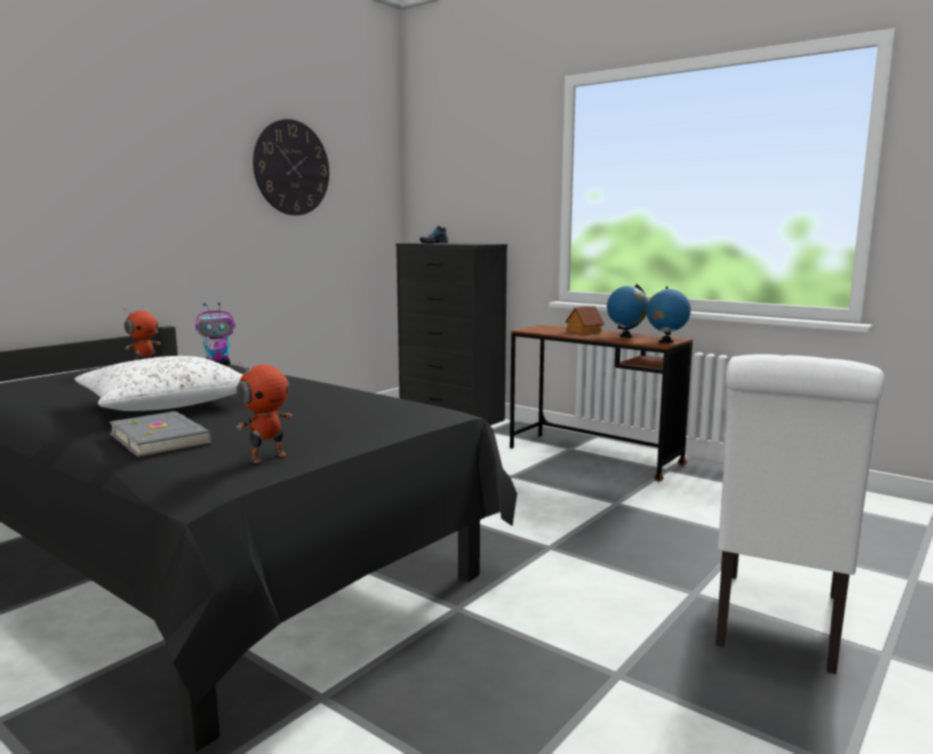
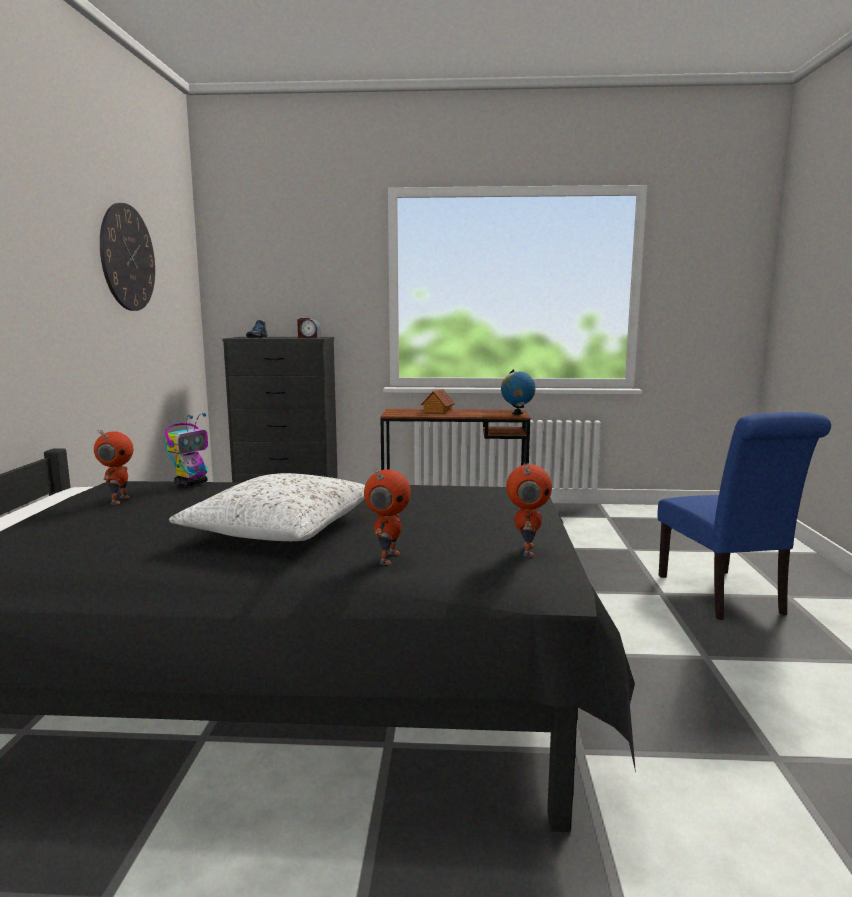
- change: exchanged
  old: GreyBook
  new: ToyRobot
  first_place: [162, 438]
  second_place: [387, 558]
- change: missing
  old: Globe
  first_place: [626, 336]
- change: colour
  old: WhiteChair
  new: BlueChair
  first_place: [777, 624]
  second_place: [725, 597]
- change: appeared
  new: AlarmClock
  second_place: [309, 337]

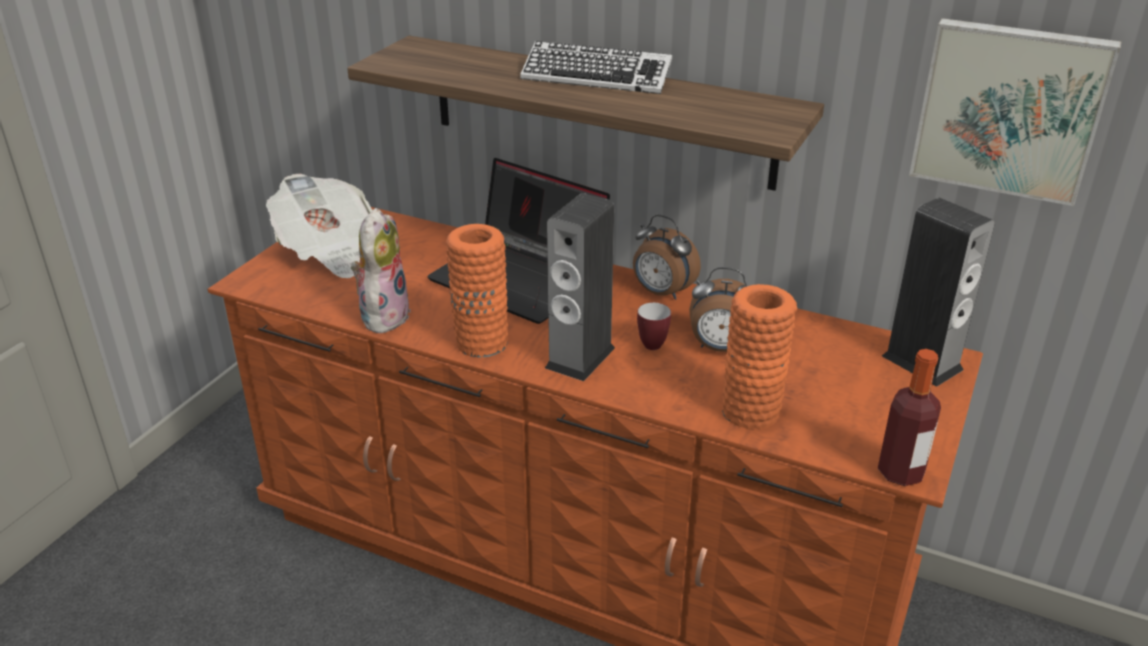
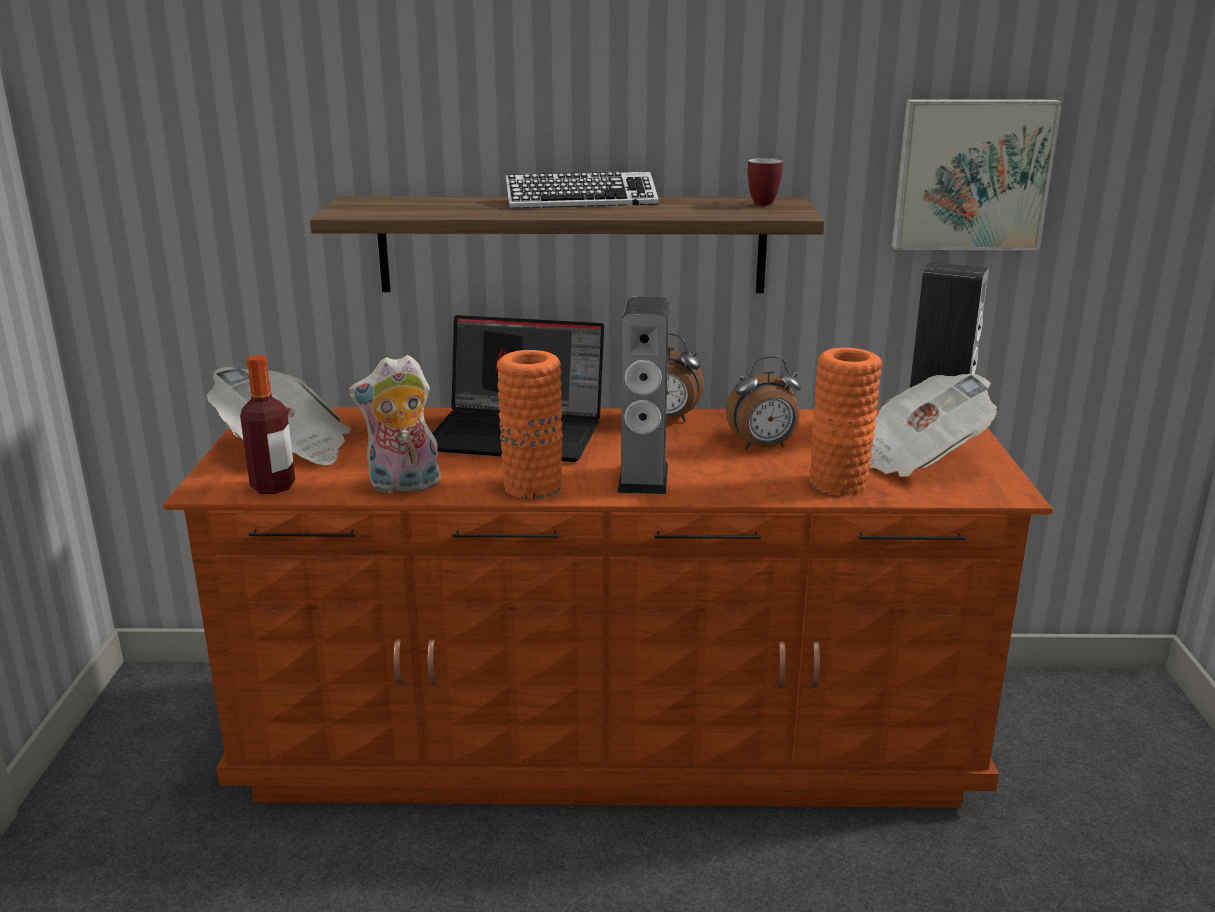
- change: spun
  old: PlushToy
  first_place: [383, 315]
  second_place: [403, 486]
  degrees: -90
- change: relocated
  old: Mug
  first_place: [652, 342]
  second_place: [760, 203]
- change: relocated
  old: Bottle
  first_place: [900, 472]
  second_place: [273, 486]
- change: appeared
  new: Newspaper
  second_place: [914, 458]

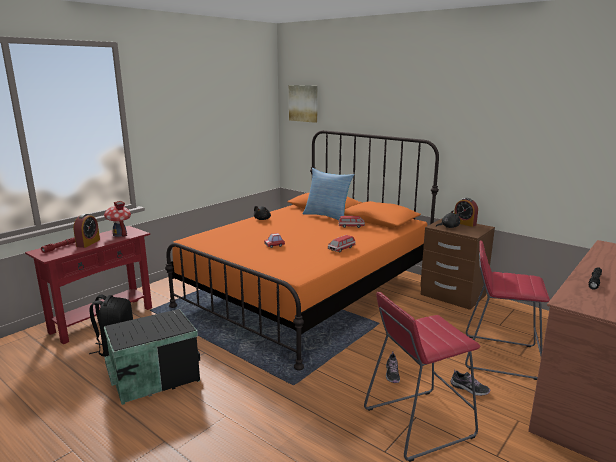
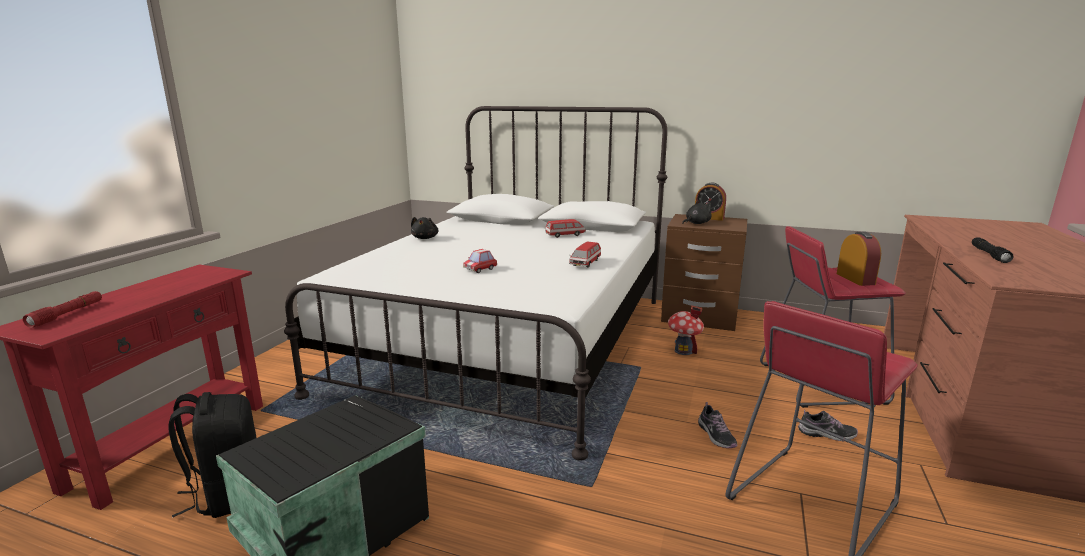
- change: relocated
  old: AlarmClock
  first_place: [88, 243]
  second_place: [855, 279]
- change: relocated
  old: ToyHouse
  first_place: [120, 234]
  second_place: [683, 351]
- change: colour
  old: OrangeBed
  new: WhiteBed
  first_place: [308, 292]
  second_place: [510, 341]
- change: missing
  old: Picture
  first_place: [303, 103]
- change: missing
  old: Pillow
  first_place: [327, 216]

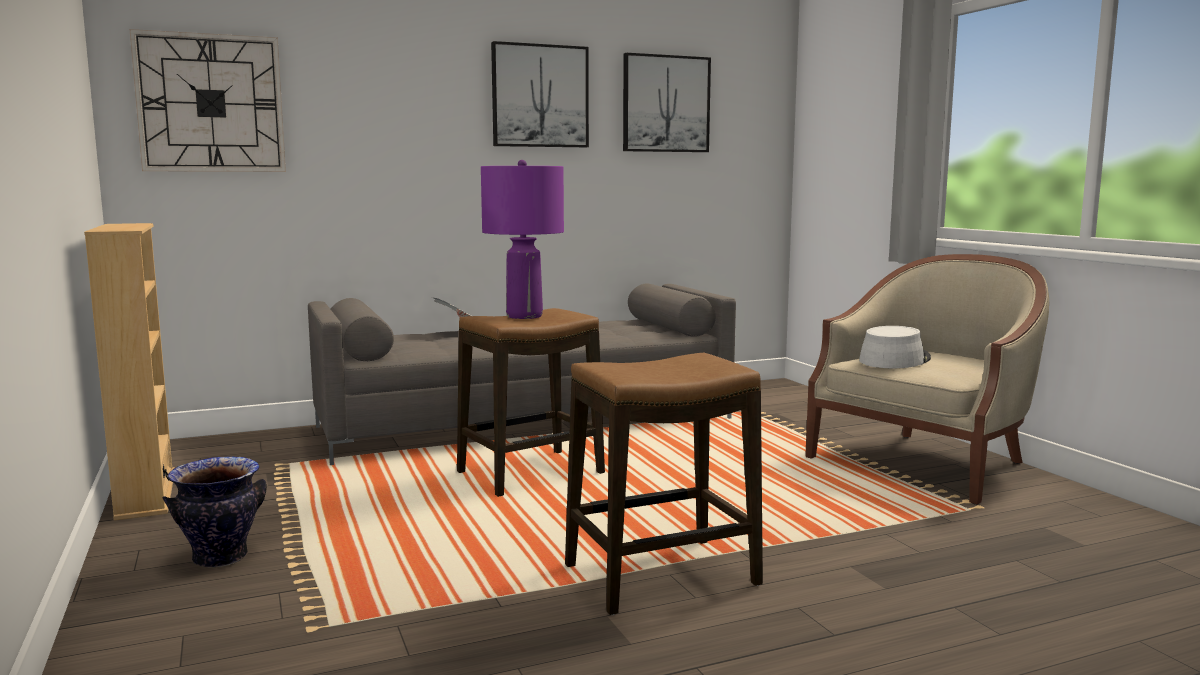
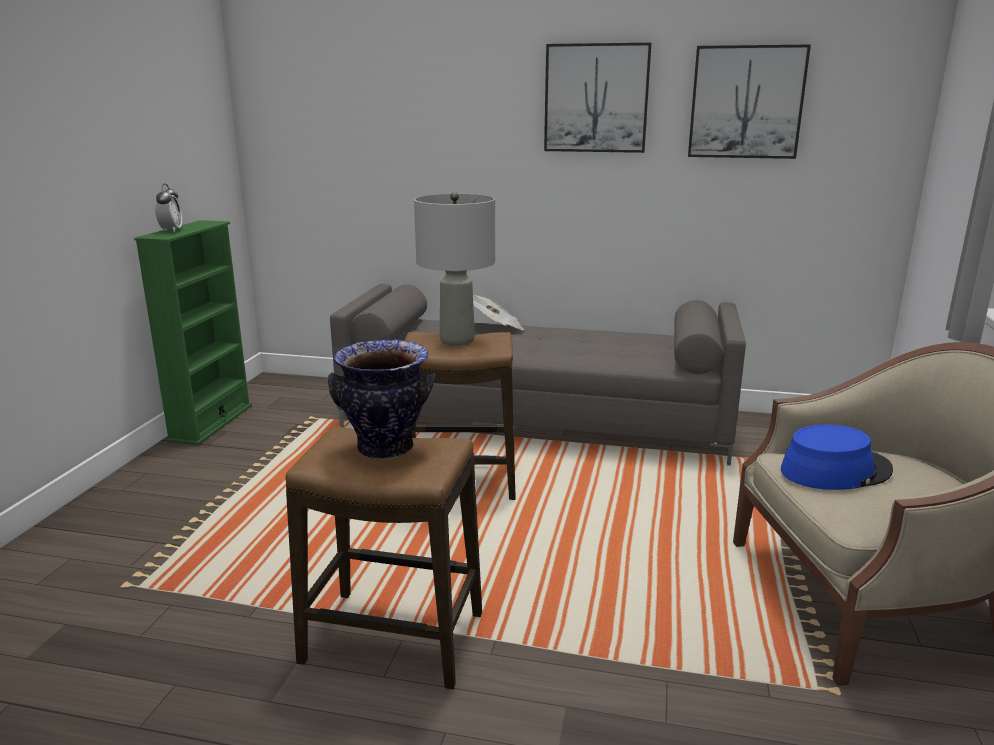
- change: colour
  old: BeigeBookcase
  new: GreenBookcase
  first_place: [146, 494]
  second_place: [211, 423]
- change: missing
  old: WallClock
  first_place: [211, 103]
- change: relocated
  old: Vase
  first_place: [220, 558]
  second_place: [385, 449]
- change: colour
  old: PurpleTableLamp
  new: GreyTableLamp
  first_place: [525, 316]
  second_place: [458, 340]
- change: colour
  old: GreyHat
  new: BlueHat
  first_place: [894, 360]
  second_place: [835, 470]
- change: appeared
  new: AlarmClock
  second_place: [171, 230]

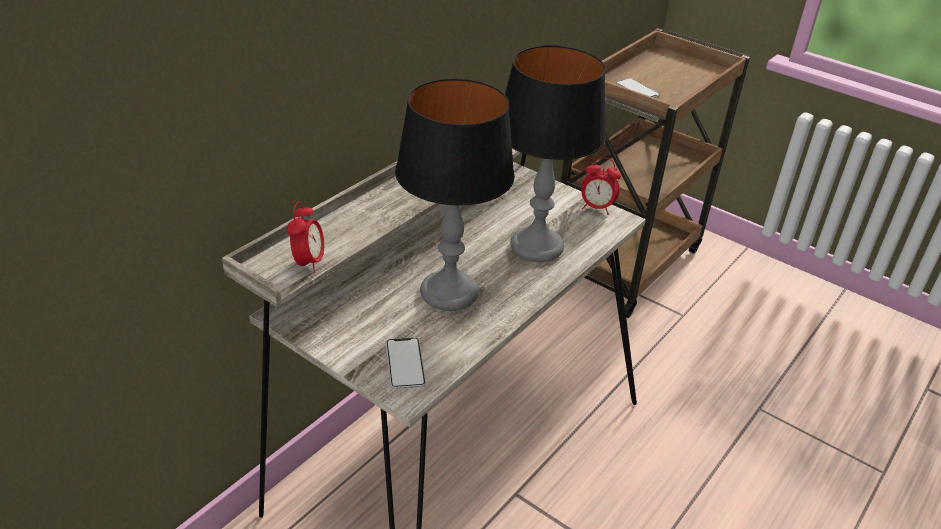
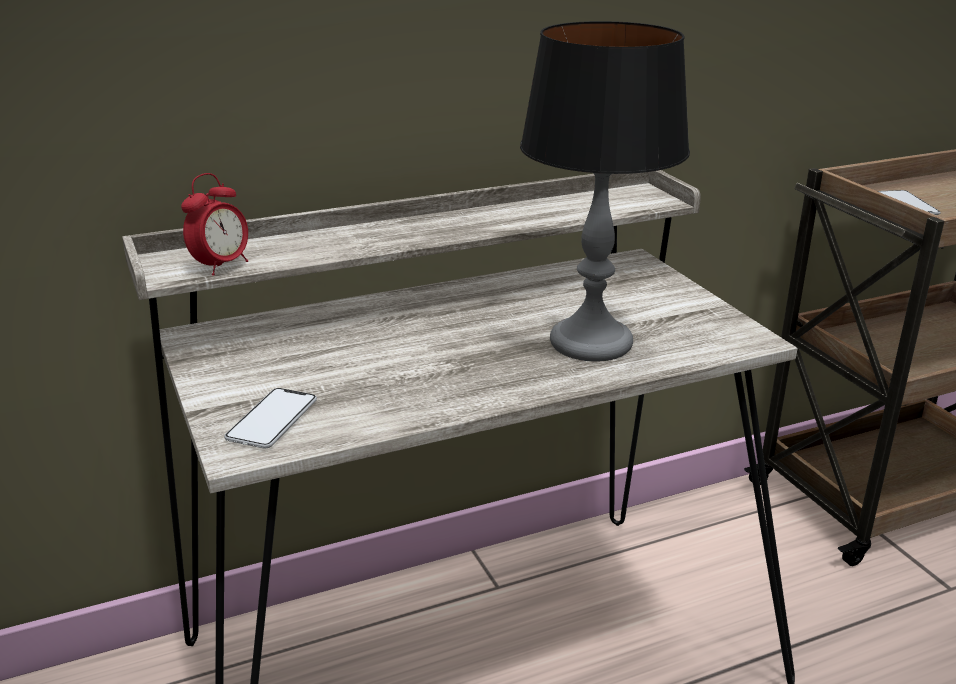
- change: missing
  old: TableLamp
  first_place: [449, 292]
- change: missing
  old: AlarmClock
  first_place: [596, 208]

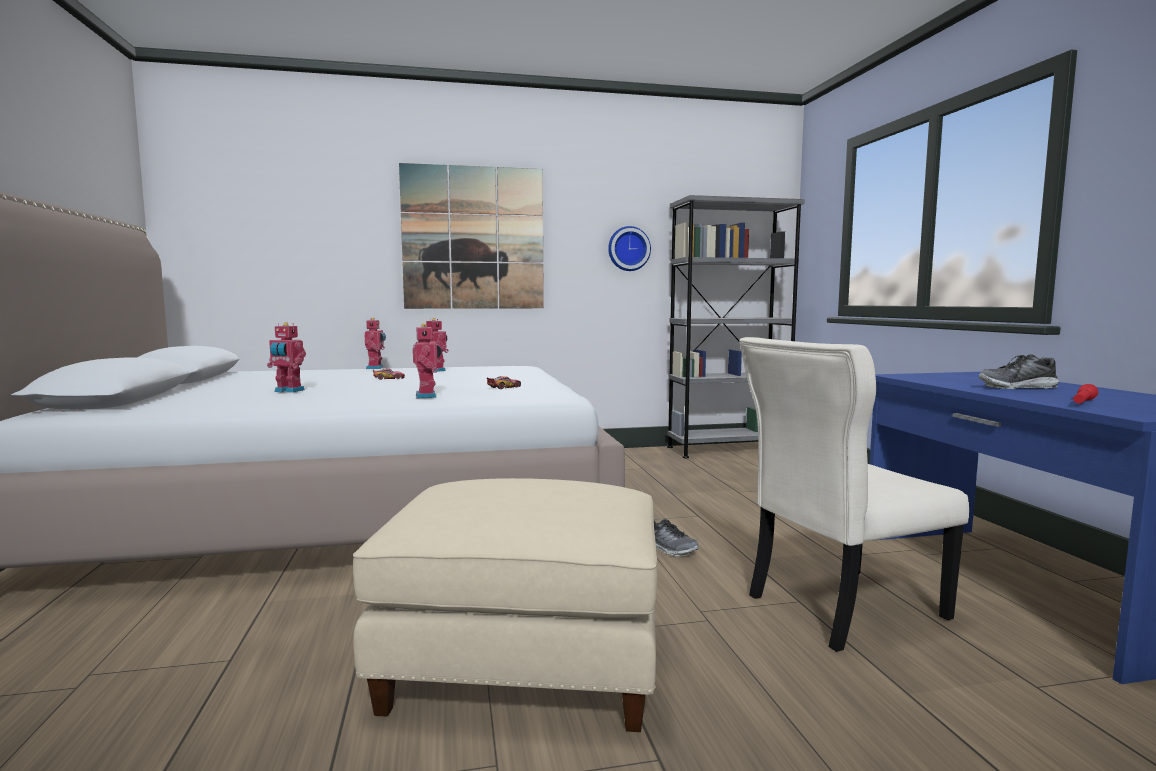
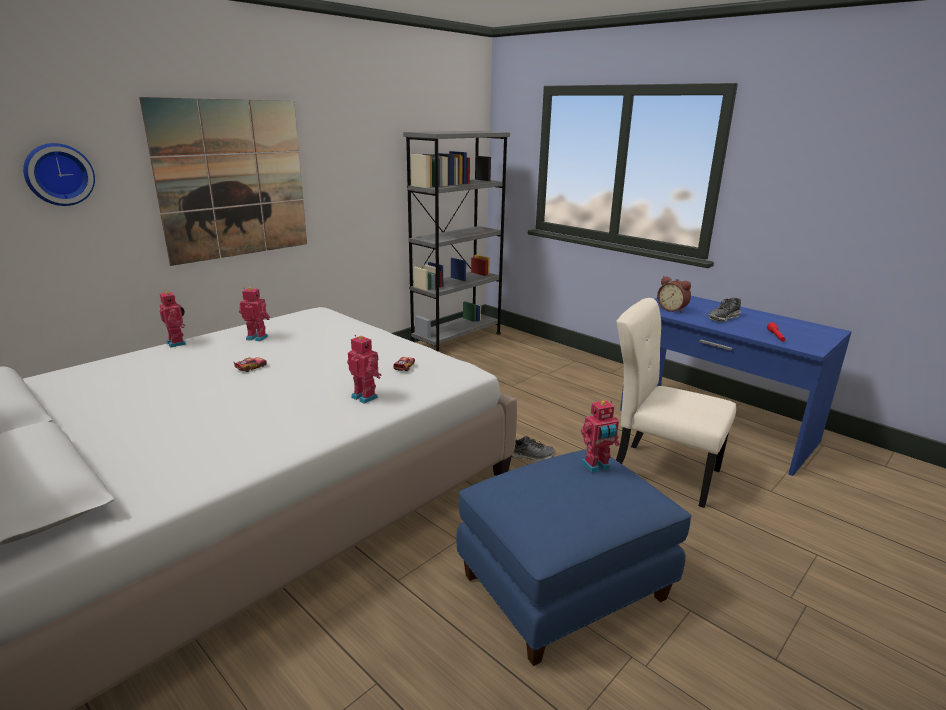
- change: relocated
  old: ToyRobot
  first_place: [288, 391]
  second_place: [597, 466]
- change: colour
  old: BeigeOttoman
  new: BlueOttoman
  first_place: [524, 664]
  second_place: [563, 585]
- change: relocated
  old: WallClock
  first_place: [628, 249]
  second_place: [58, 174]
- change: spun
  old: BeigeChair
  first_place: [839, 608]
  second_place: [660, 472]
  degrees: 90
- change: appeared
  new: AlarmClock
  second_place: [672, 309]

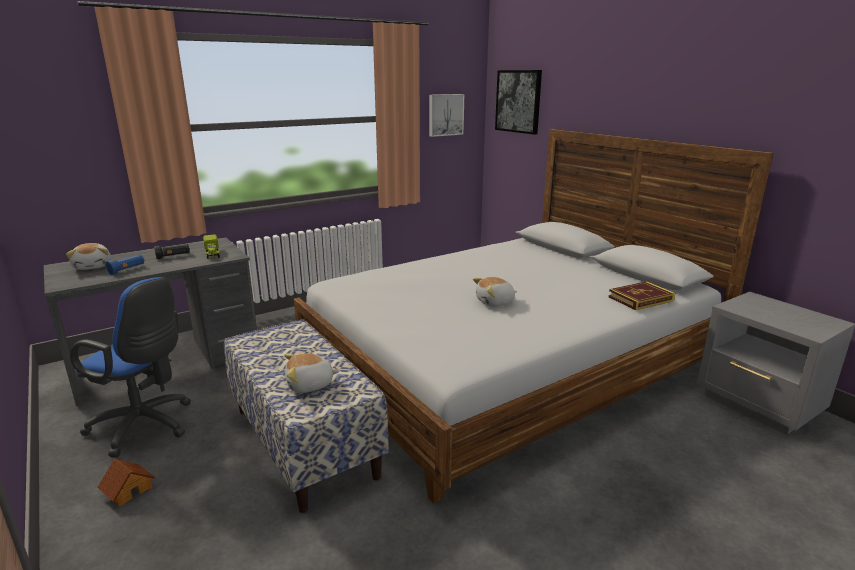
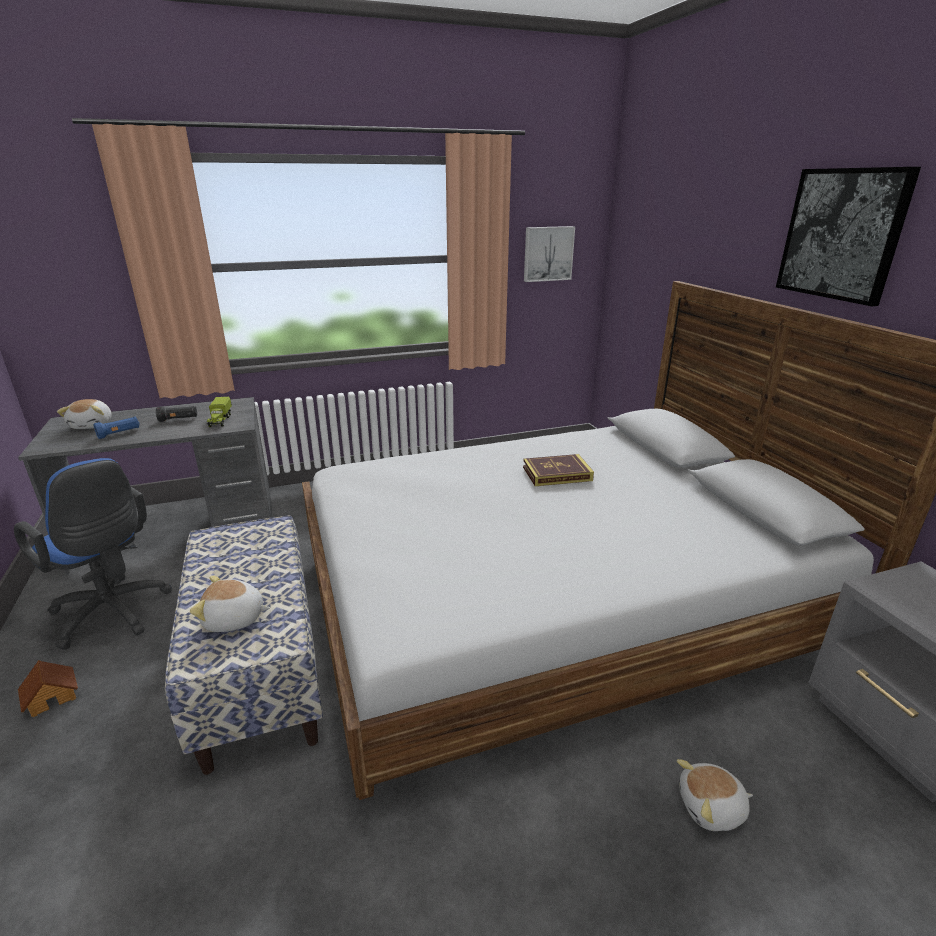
- change: relocated
  old: PlushToy
  first_place: [495, 302]
  second_place: [711, 808]
- change: relocated
  old: Picture
  first_place: [518, 101]
  second_place: [842, 234]
- change: relocated
  old: Book
  first_place: [640, 299]
  second_place: [557, 474]

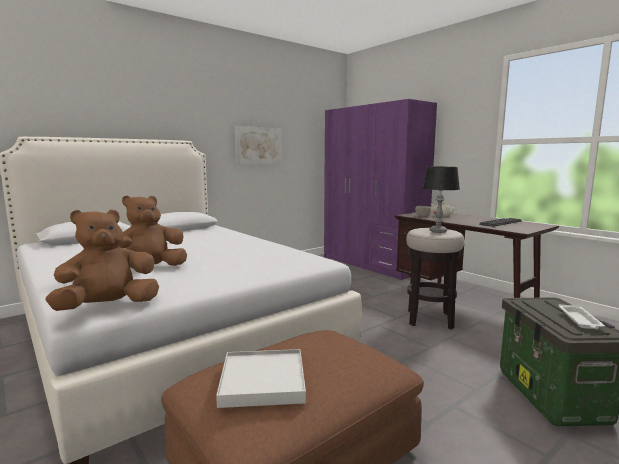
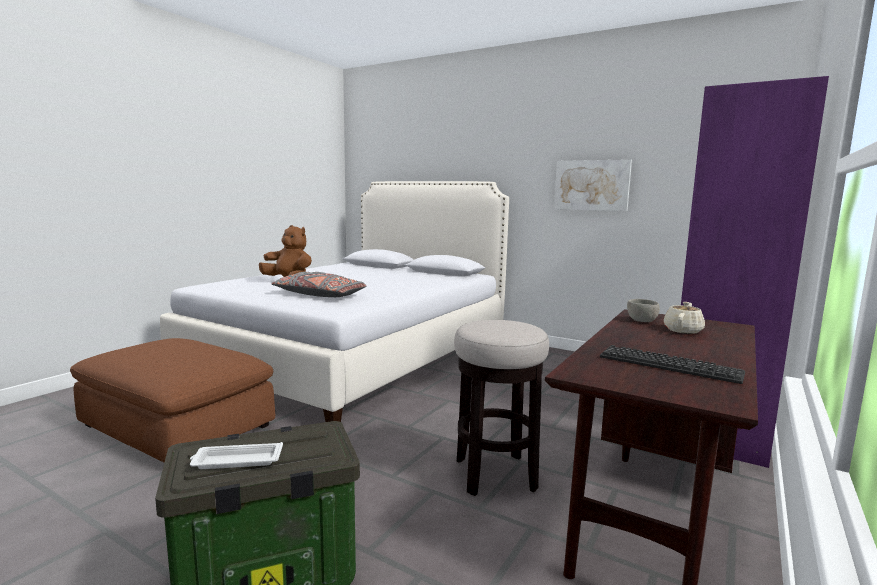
- change: missing
  old: BrownPlushToy
  first_place: [108, 307]
- change: missing
  old: WhiteTray
  first_place: [262, 381]
- change: missing
  old: TableLamp
  first_place: [438, 231]
- change: appeared
  new: GreyPillow
  second_place: [319, 295]

